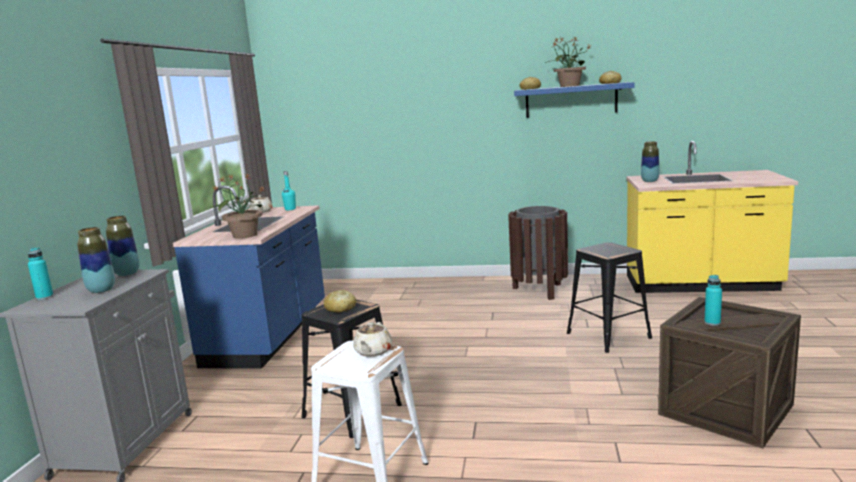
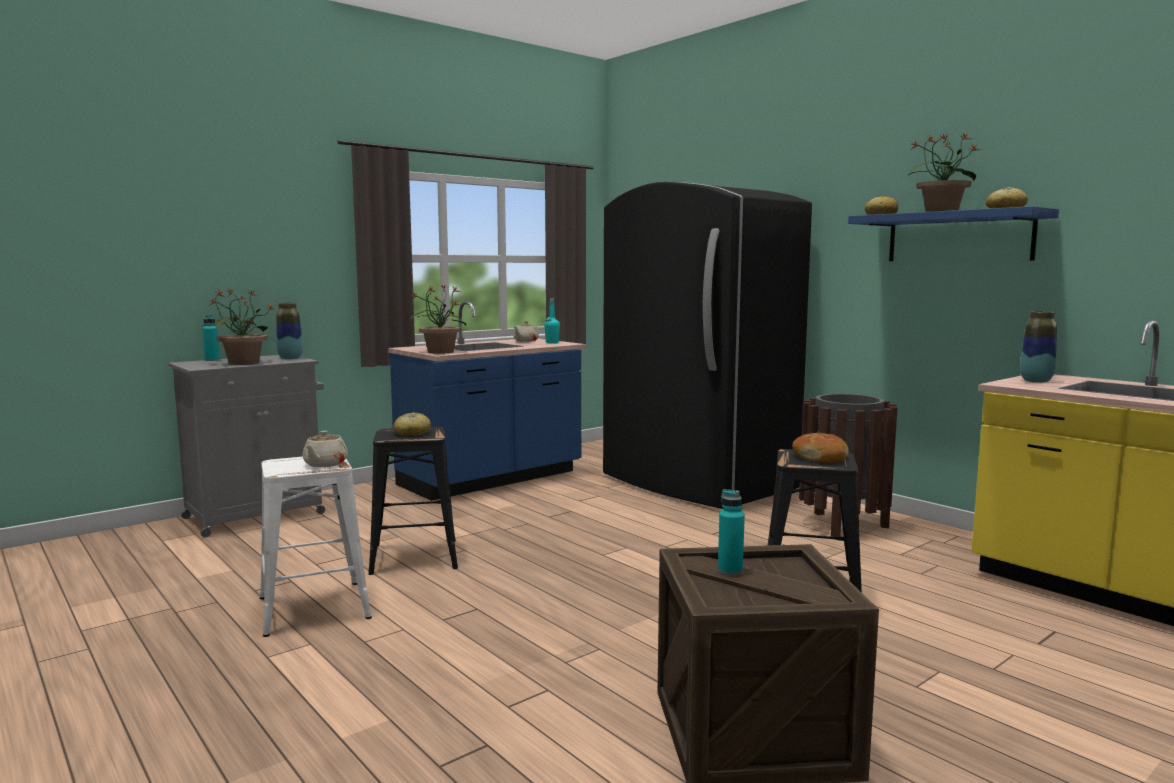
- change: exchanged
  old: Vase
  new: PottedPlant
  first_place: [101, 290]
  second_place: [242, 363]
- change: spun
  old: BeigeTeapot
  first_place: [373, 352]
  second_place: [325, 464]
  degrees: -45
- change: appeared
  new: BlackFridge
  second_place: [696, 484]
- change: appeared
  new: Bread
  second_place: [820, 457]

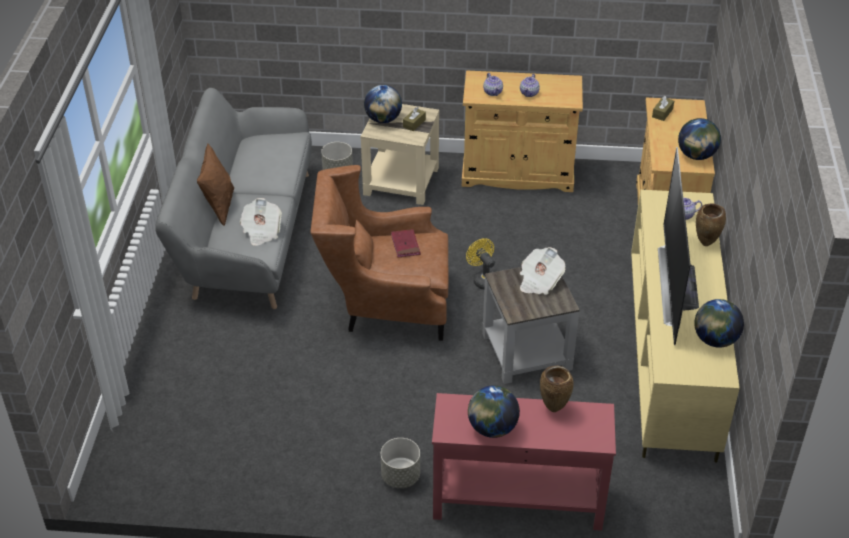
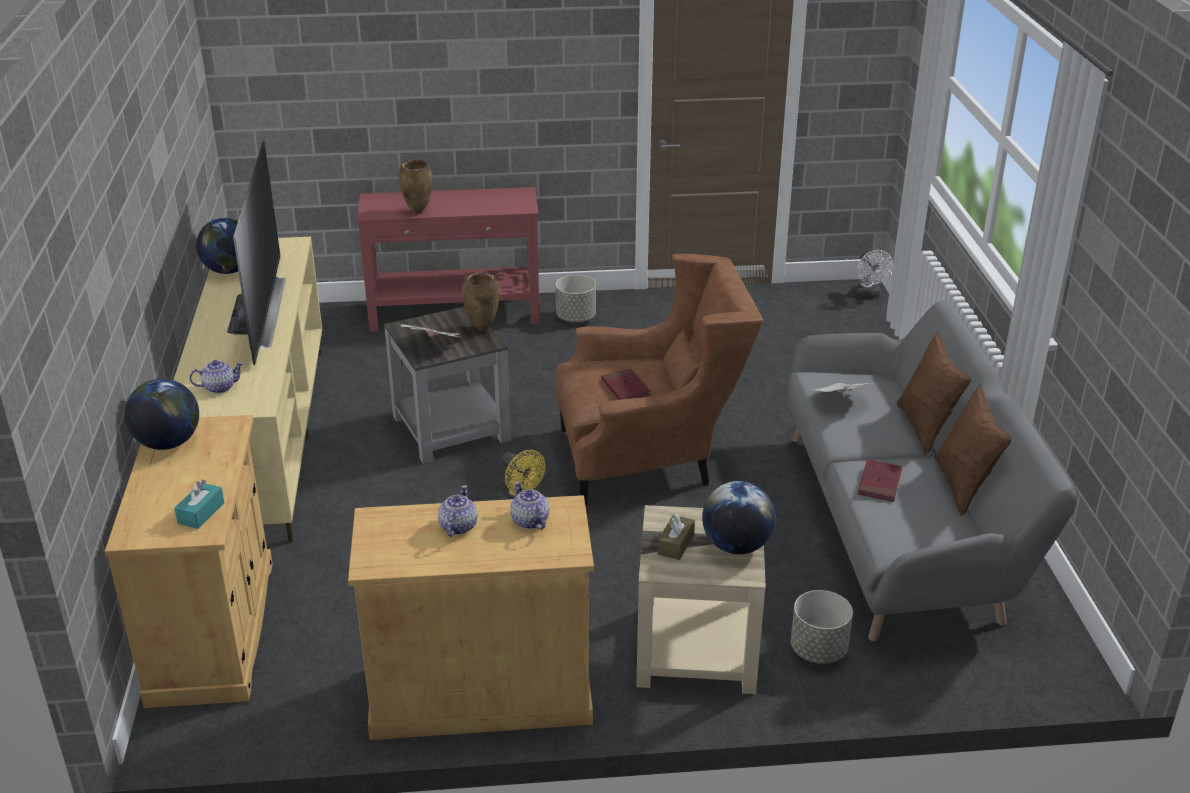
- change: missing
  old: Globe
  first_place: [492, 428]
- change: colour
  old: BrownTissueBox
  new: TurquoiseTissueBox
  first_place: [662, 113]
  second_place: [201, 513]
- change: relocated
  old: BrownVase
  first_place: [706, 244]
  second_place: [482, 328]
- change: appeared
  new: WhiteFan
  second_place: [868, 295]
- change: appeared
  new: RedBook
  second_place: [879, 483]
- change: appeared
  new: BrownPillow
  second_place: [963, 487]

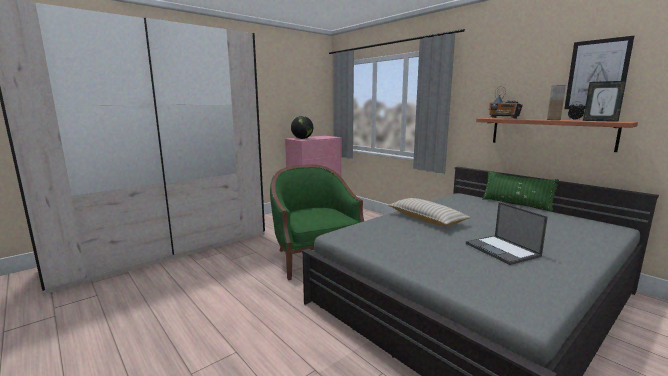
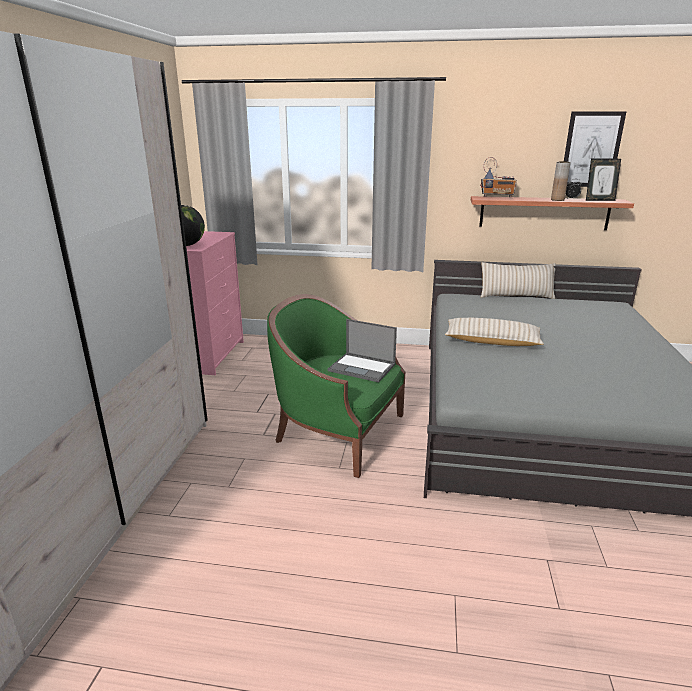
- change: relocated
  old: Laptop
  first_place: [503, 250]
  second_place: [362, 368]
- change: colour
  old: GreenPillow
  new: BeigePillow
  first_place: [516, 204]
  second_place: [516, 296]

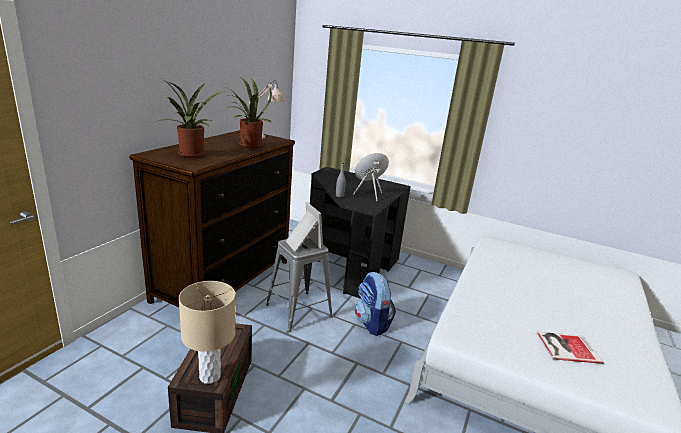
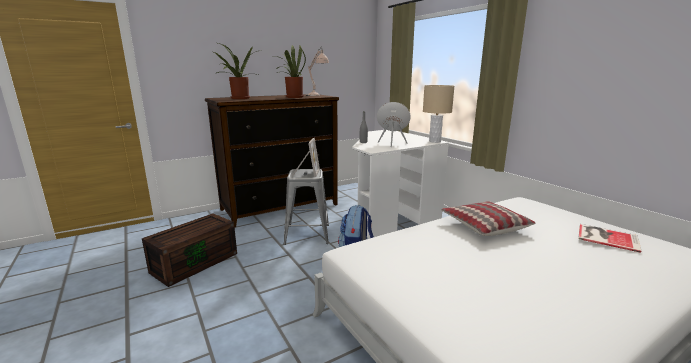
- change: relocated
  old: BeigeTableLamp
  first_place: [209, 376]
  second_place: [434, 141]
- change: colour
  old: BlackDesk
  new: WhiteDesk
  first_place: [348, 263]
  second_place: [389, 213]
- change: relocated
  old: Book
  first_place: [565, 346]
  second_place: [605, 237]
- change: appeared
  new: Pillow
  second_place: [484, 226]

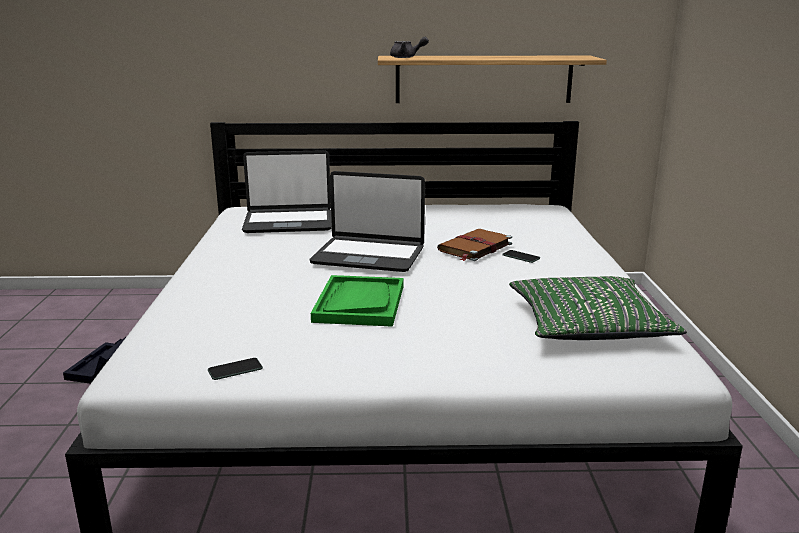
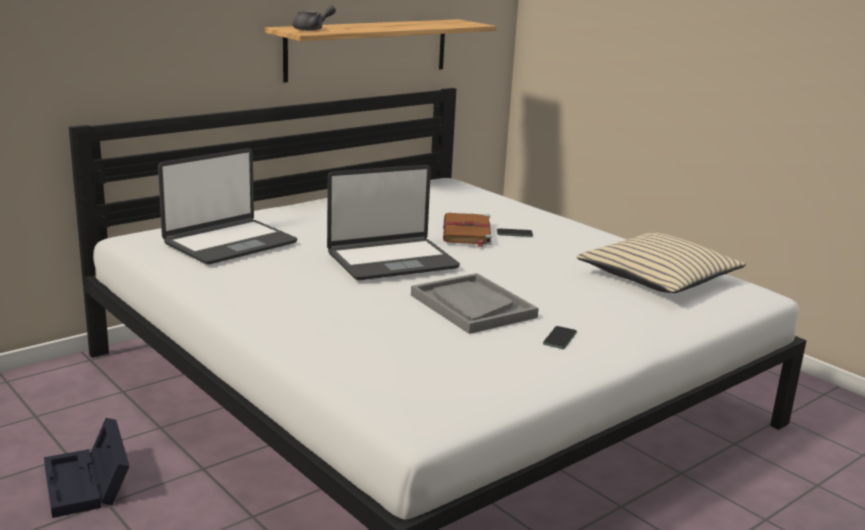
- change: relocated
  old: Phone
  first_place: [235, 369]
  second_place: [560, 338]
- change: colour
  old: GreenTray
  new: GreyTray
  first_place: [359, 303]
  second_place: [472, 306]
- change: colour
  old: GreenPillow
  new: BeigePillow
  first_place: [588, 324]
  second_place: [657, 277]

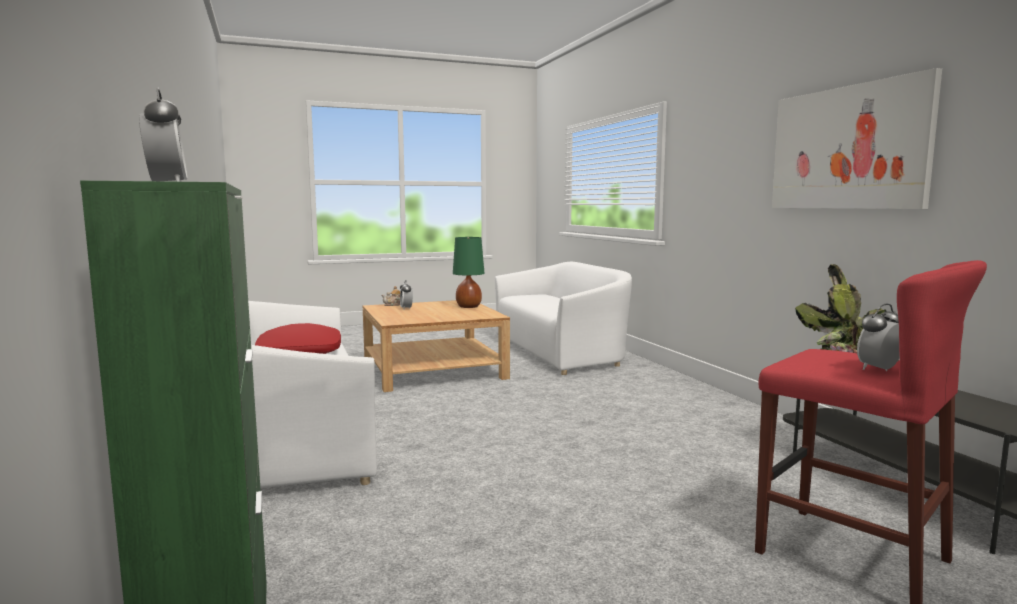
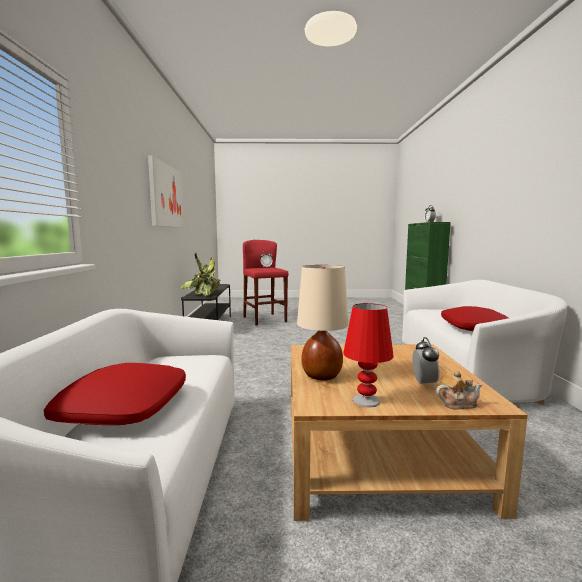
- change: colour
  old: GreenTableLamp
  new: BeigeTableLamp
  first_place: [469, 307]
  second_place: [321, 375]
- change: appeared
  new: RedPillow
  second_place: [122, 407]
- change: appeared
  new: RedTableLamp
  second_place: [366, 400]

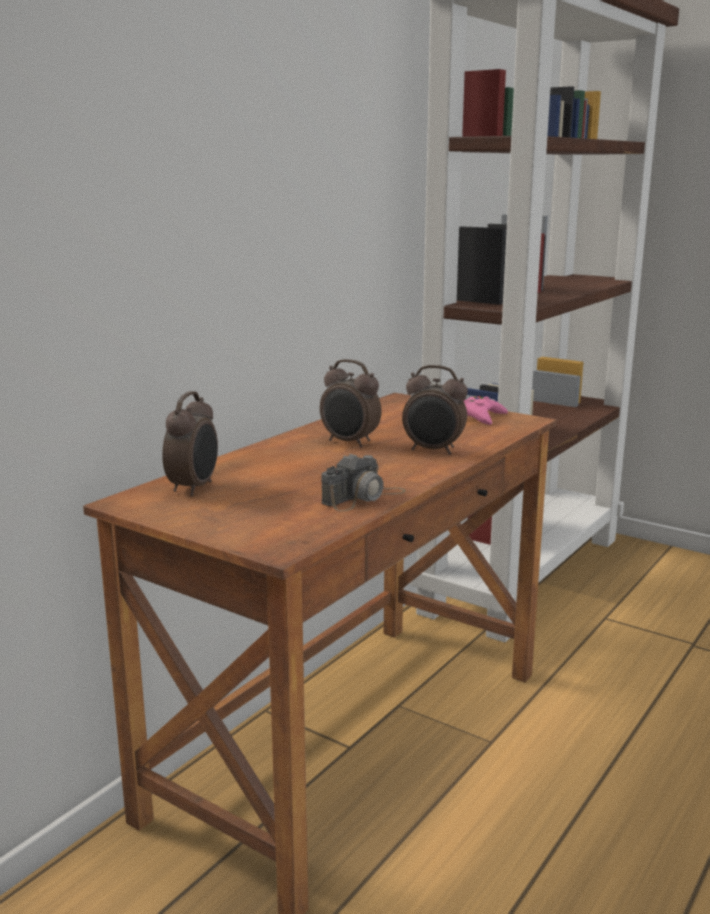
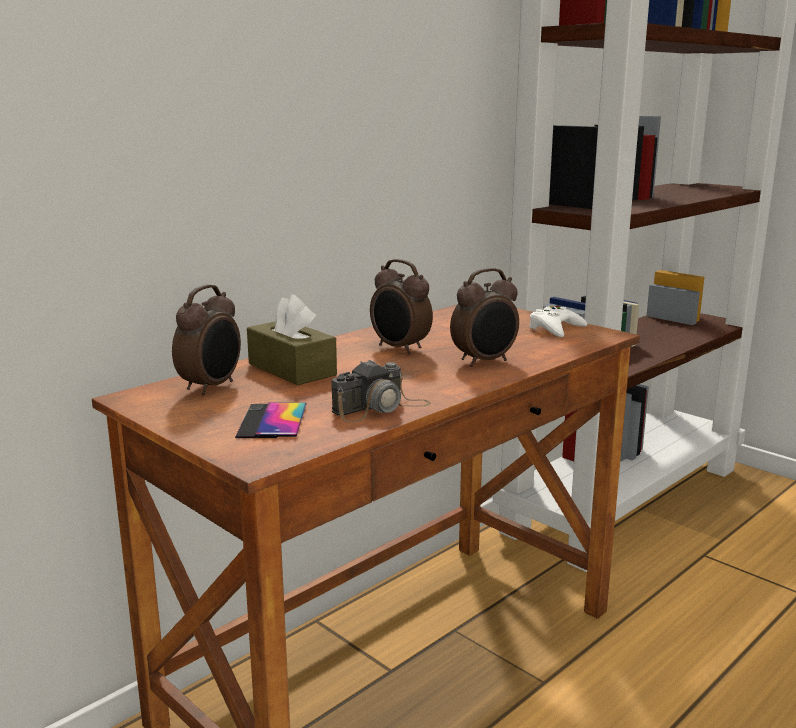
- change: spun
  old: AlarmClock
  first_place: [433, 450]
  second_place: [485, 362]
  degrees: -60
- change: colour
  old: PinkGameController
  new: WhiteGameController
  first_place: [481, 417]
  second_place: [556, 328]
- change: appeared
  new: Phone
  second_place: [272, 421]
- change: appeared
  new: BrownTissueBox
  second_place: [292, 369]

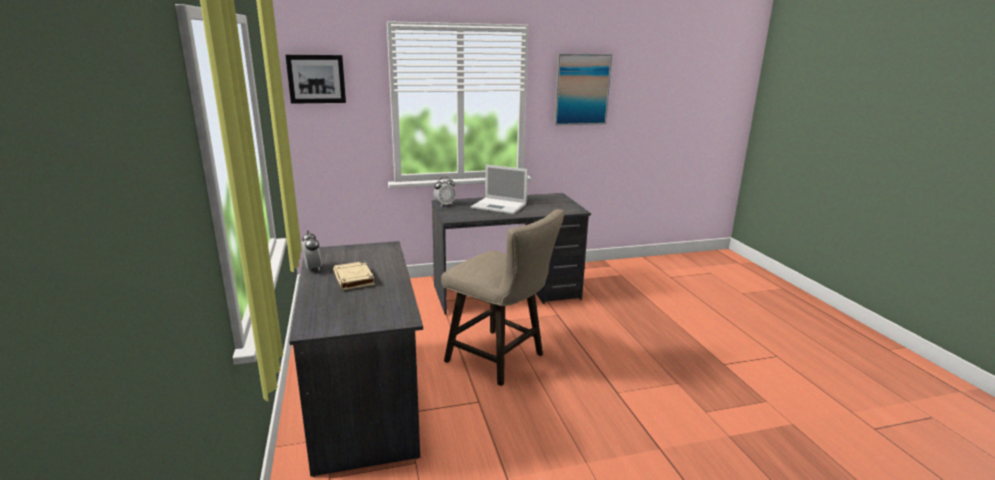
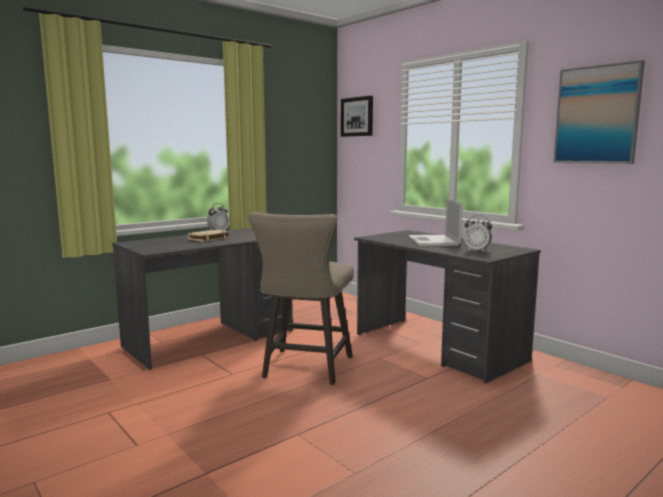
- change: relocated
  old: AlarmClock
  first_place: [444, 205]
  second_place: [477, 250]

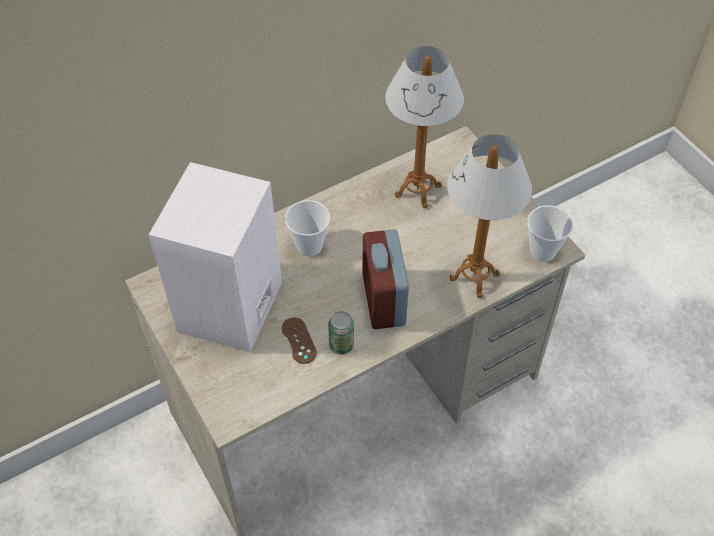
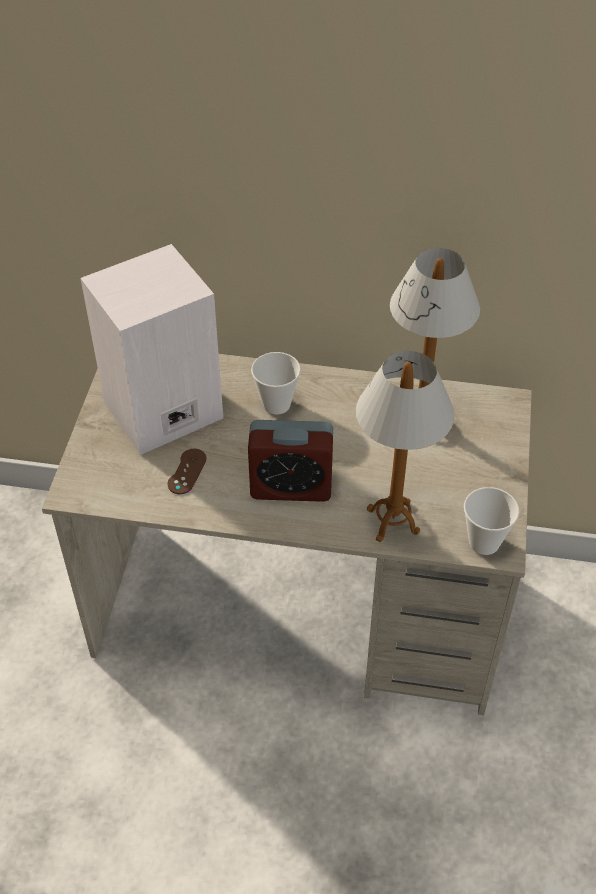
- change: missing
  old: Can
  first_place: [341, 345]
- change: spun
  old: AlarmClock
  first_place: [383, 300]
  second_place: [291, 487]
  degrees: -120

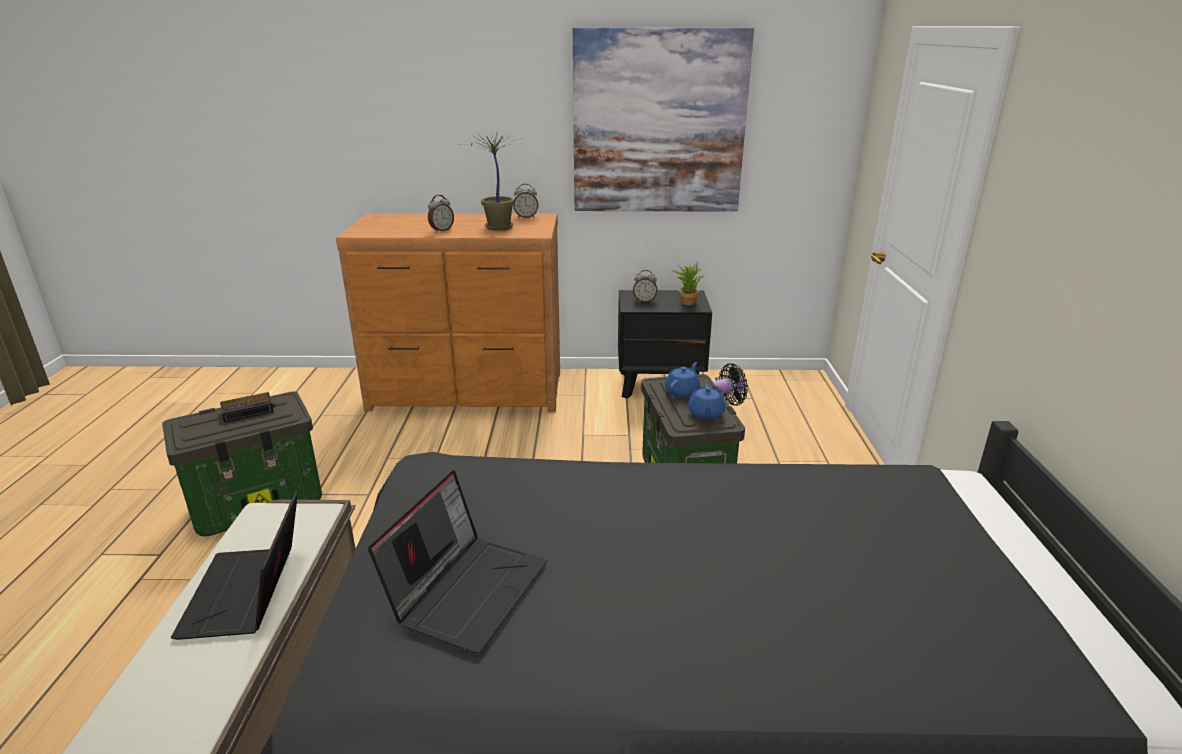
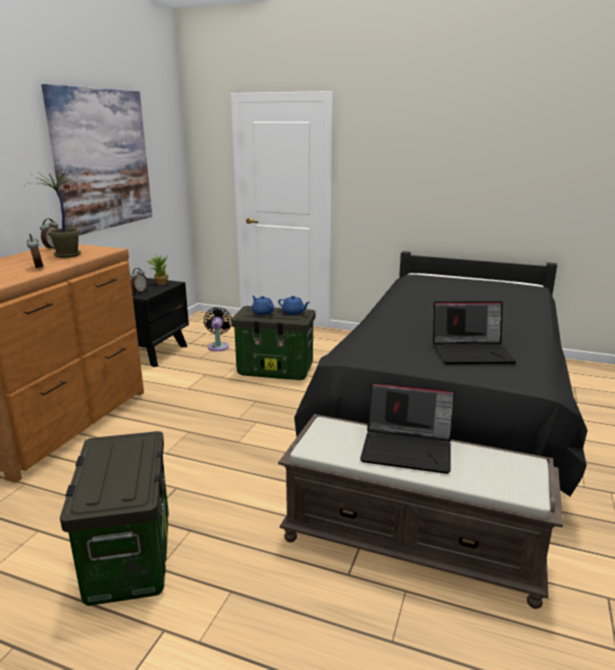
- change: missing
  old: AlarmClock
  first_place: [249, 411]
- change: spun
  old: Laptop
  first_place: [467, 589]
  second_place: [472, 352]
  degrees: 135

